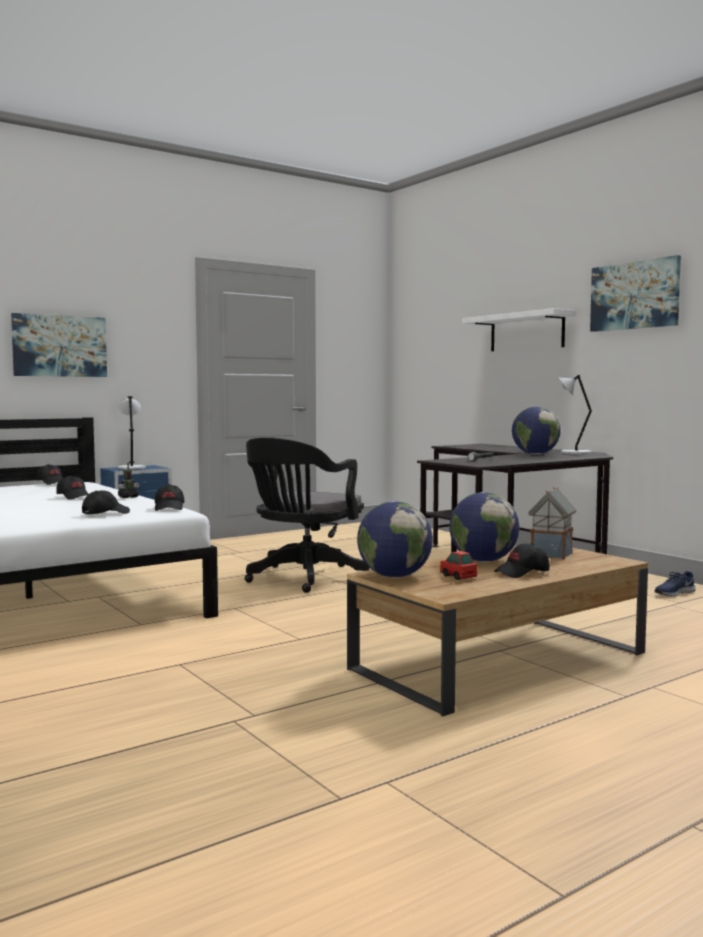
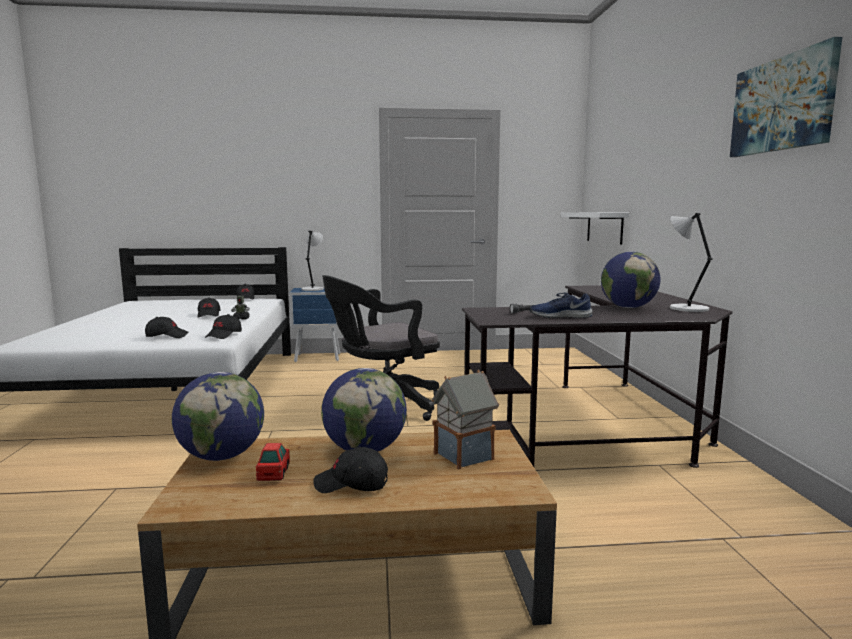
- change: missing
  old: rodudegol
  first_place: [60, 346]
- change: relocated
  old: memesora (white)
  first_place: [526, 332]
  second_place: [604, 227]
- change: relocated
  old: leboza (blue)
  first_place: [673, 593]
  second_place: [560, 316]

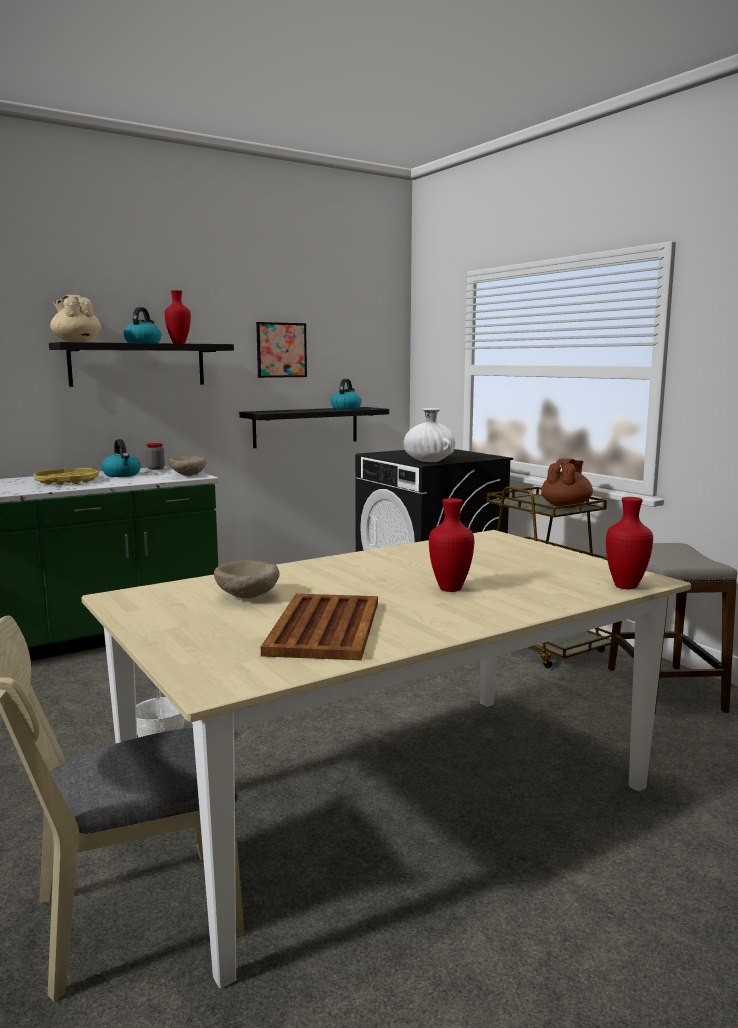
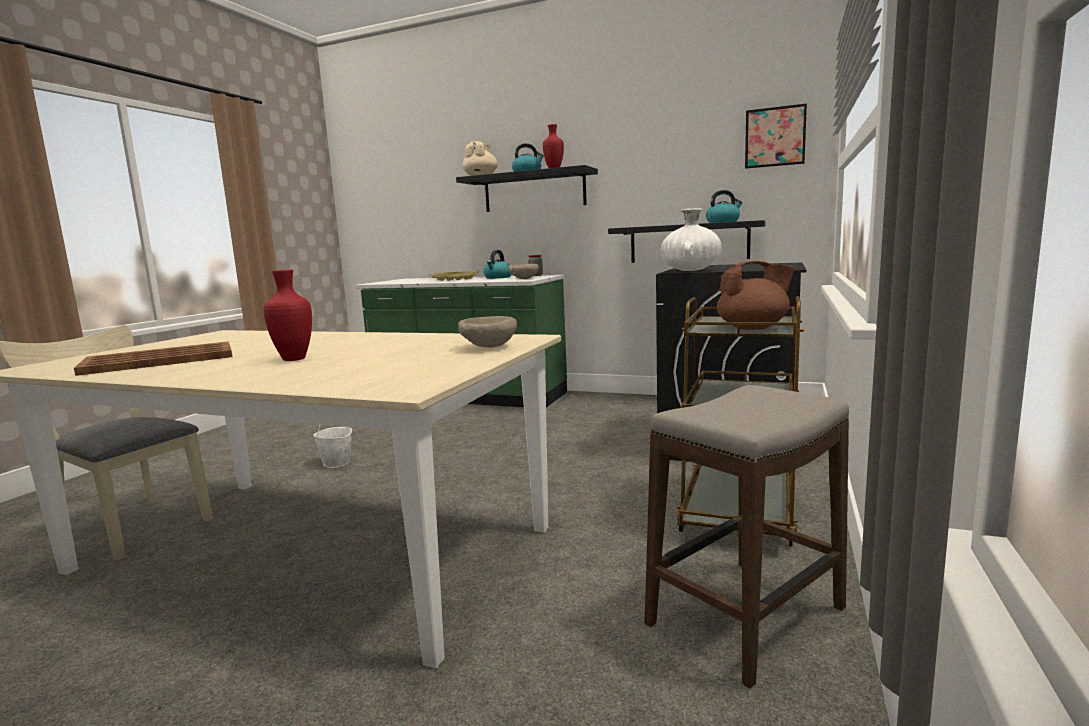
- change: missing
  old: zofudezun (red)
  first_place: [626, 587]
- change: relocated
  old: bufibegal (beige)
  first_place: [247, 597]
  second_place: [488, 347]
- change: relocated
  old: rodudegol
  first_place: [281, 350]
  second_place: [775, 137]

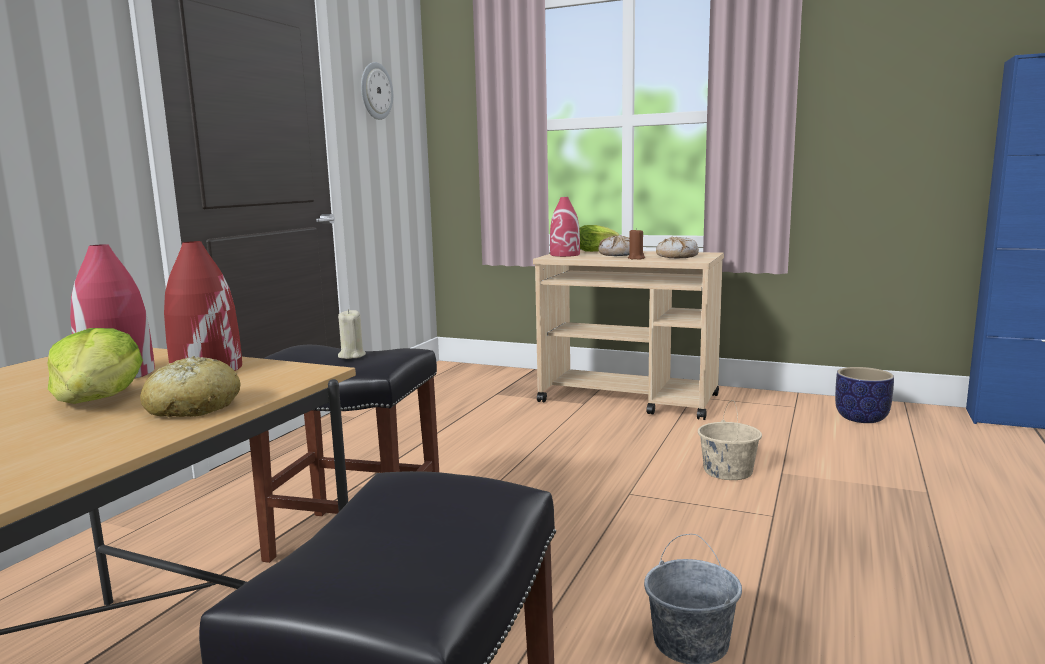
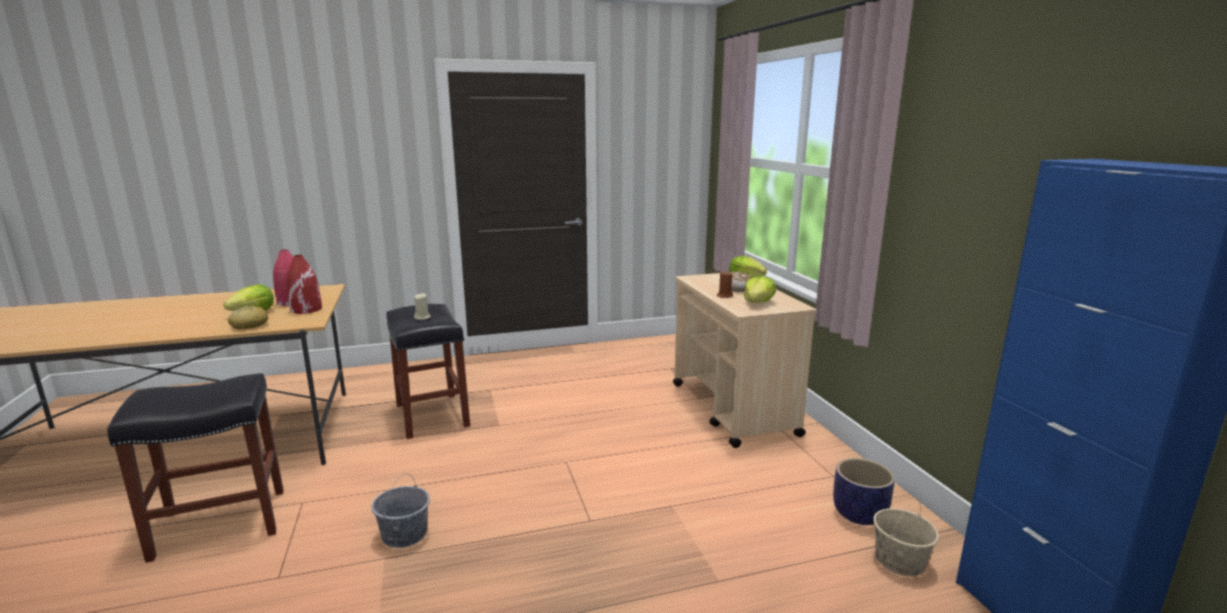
- change: missing
  old: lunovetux
  first_place: [375, 91]
- change: missing
  old: zofudezun (red)
  first_place: [565, 255]
- change: relocated
  old: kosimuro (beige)
  first_place: [727, 471]
  second_place: [900, 560]
- change: exchanged
  old: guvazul
  new: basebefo
  first_place: [677, 256]
  second_place: [758, 303]

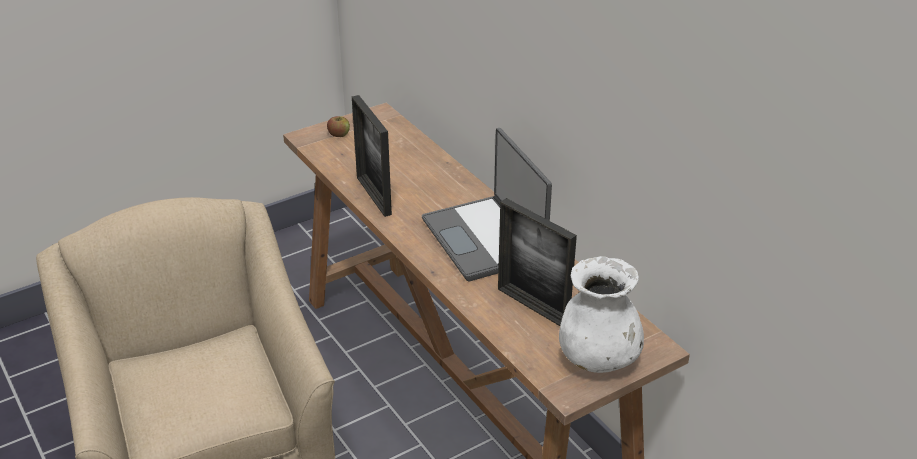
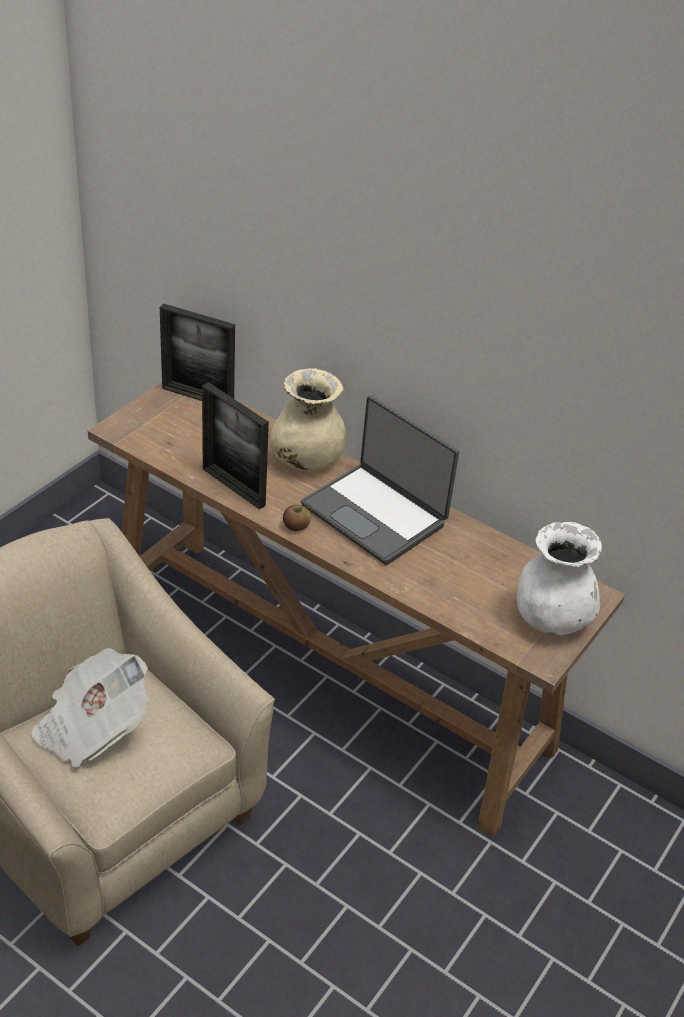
- change: appeared
  new: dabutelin
  second_place: [92, 726]
- change: appeared
  new: zofudezun (beige)
  second_place: [306, 460]
- change: relocated
  old: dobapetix
  first_place: [339, 134]
  second_place: [296, 526]
- change: relocated
  old: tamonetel
  first_place: [532, 306]
  second_place: [198, 397]

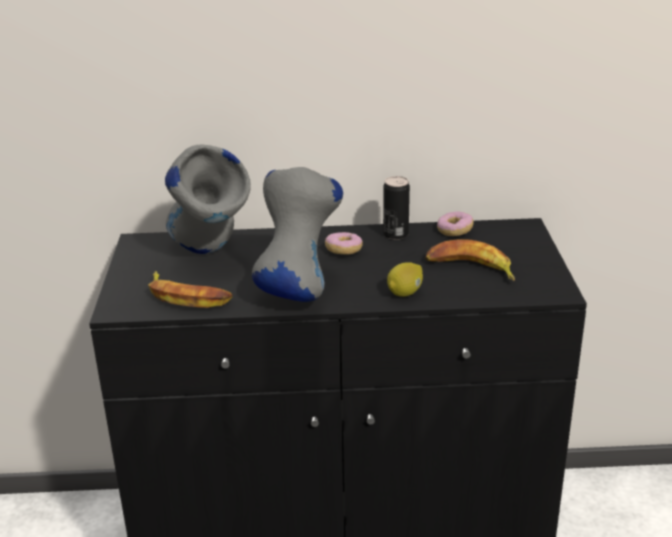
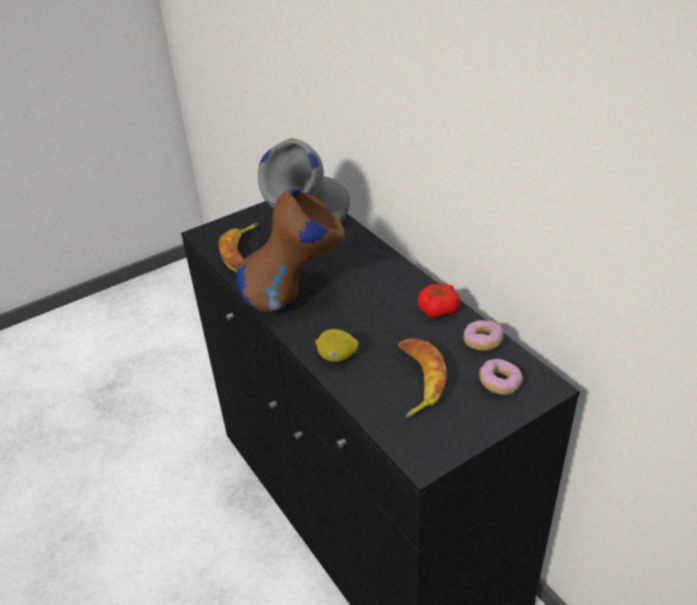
- change: relocated
  old: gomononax
  first_place: [343, 251]
  second_place: [500, 383]
- change: exchanged
  old: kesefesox
  new: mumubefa
  first_place: [396, 234]
  second_place: [438, 309]
- change: colour
  old: zofudezun (grey)
  new: zofudezun (brown)
  first_place: [298, 289]
  second_place: [295, 298]

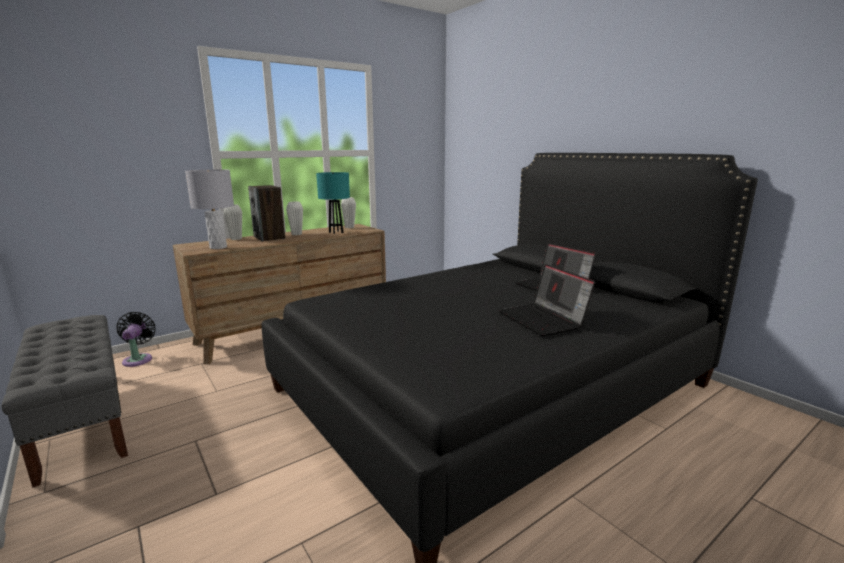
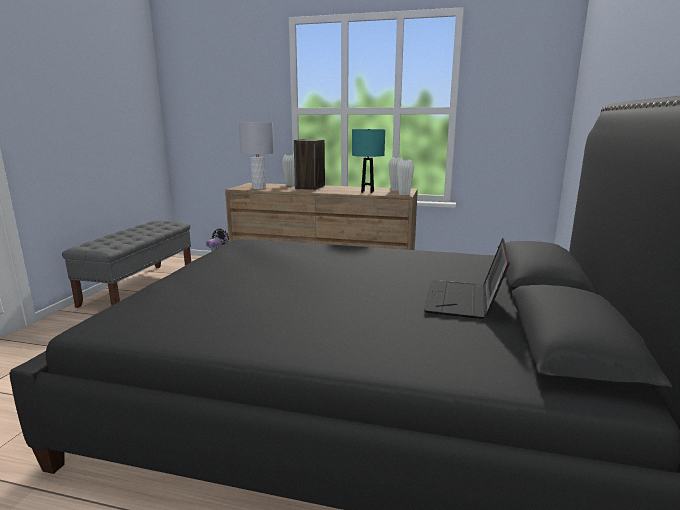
- change: missing
  old: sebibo
  first_place: [543, 320]
- change: relocated
  old: zofudezun (white)
  first_place: [296, 234]
  second_place: [404, 194]

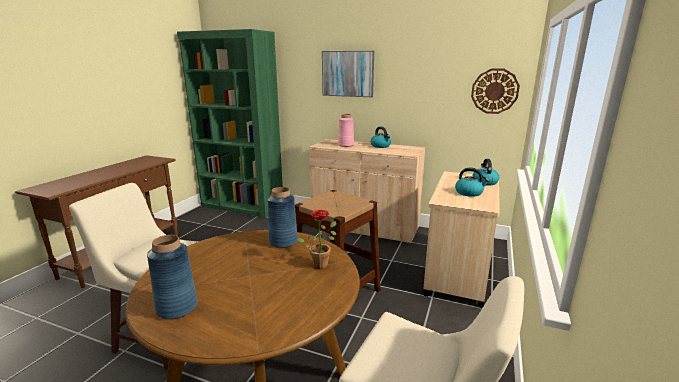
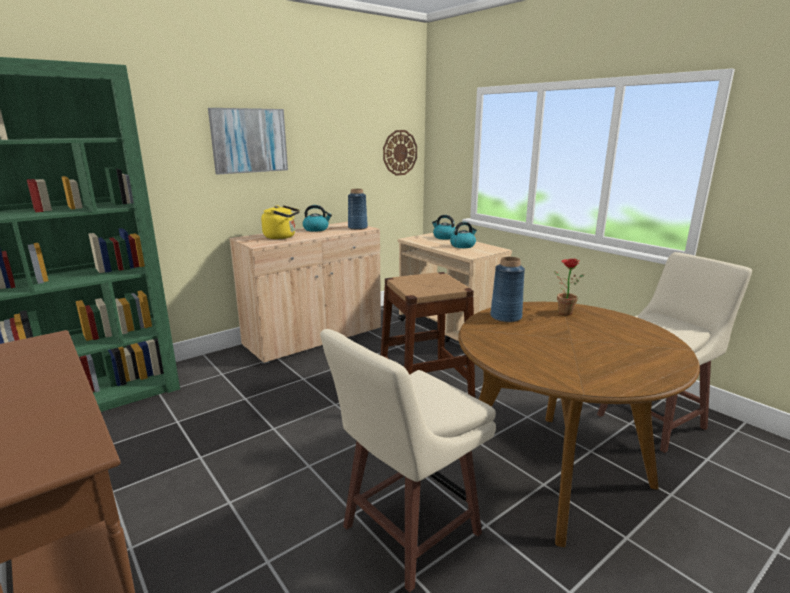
- change: relocated
  old: zofudezun (blue)
  first_place: [177, 307]
  second_place: [357, 228]
- change: exchanged
  old: zofudezun (pink)
  new: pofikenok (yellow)
  first_place: [345, 145]
  second_place: [282, 237]

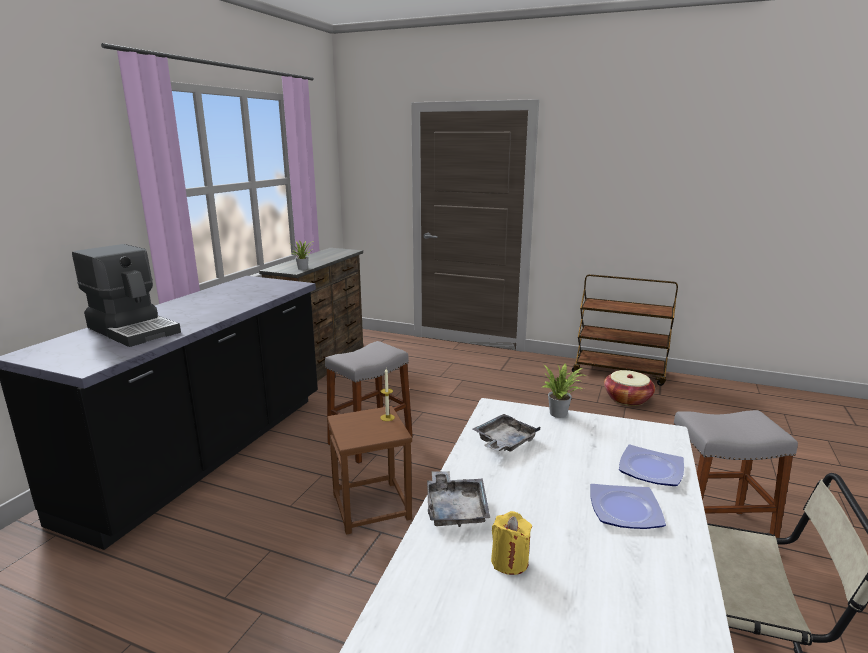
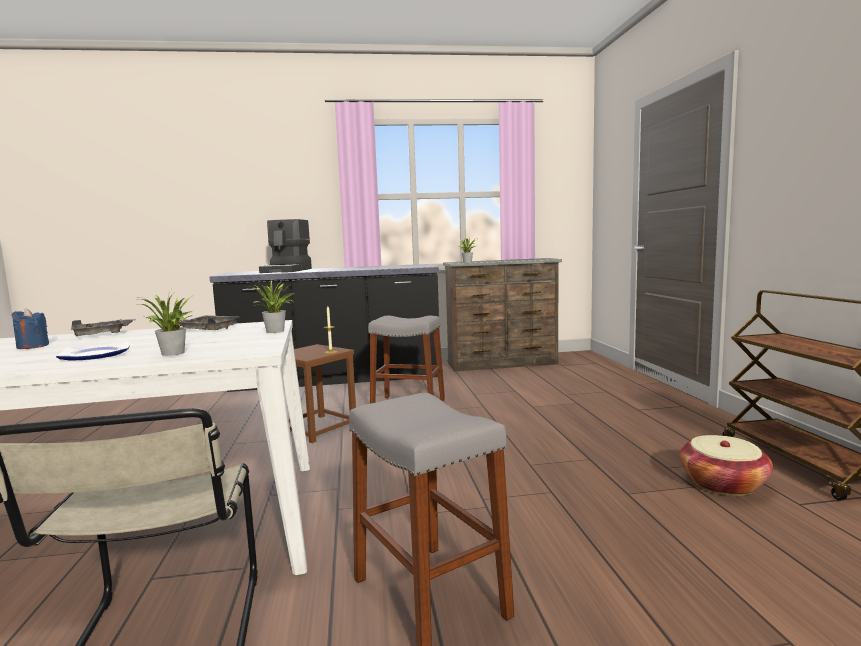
- change: exchanged
  old: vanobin
  new: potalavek
  first_place: [649, 469]
  second_place: [172, 354]
- change: colour
  old: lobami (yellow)
  new: lobami (blue)
  first_place: [509, 561]
  second_place: [32, 346]

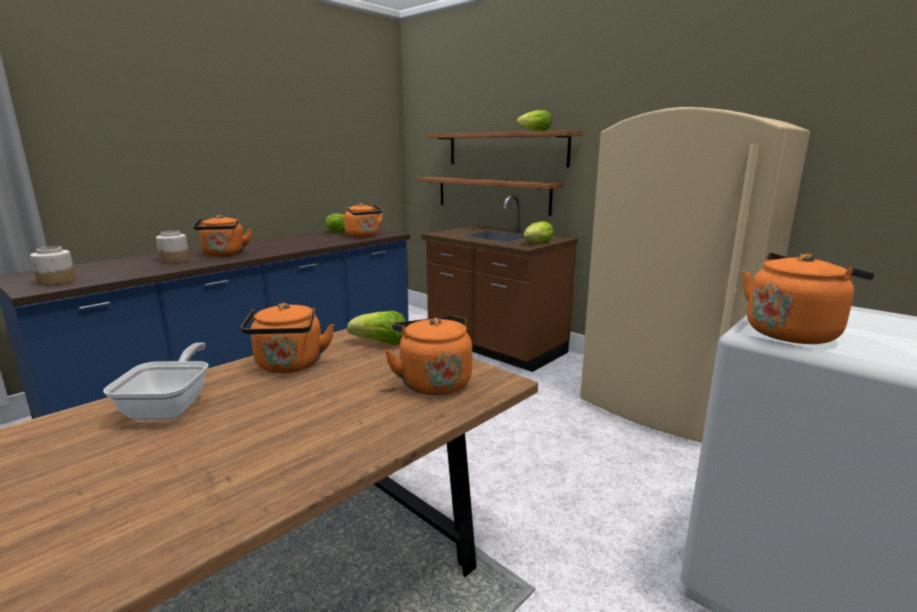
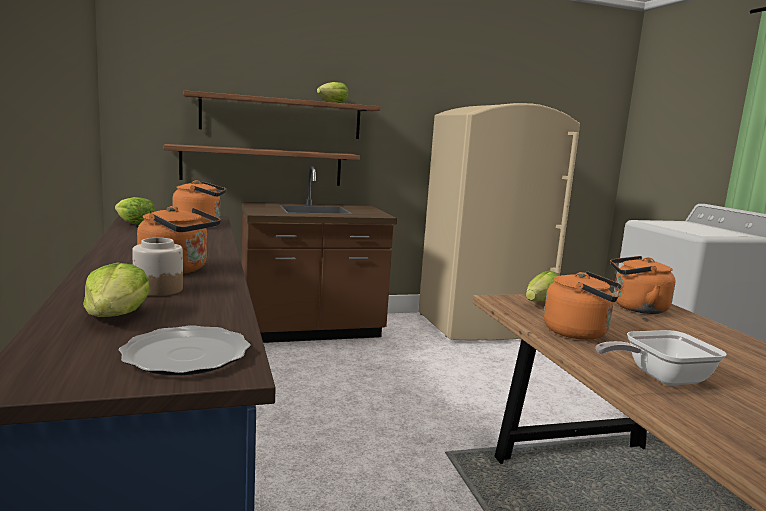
- change: missing
  old: pofikenok (orange)
  first_place: [793, 333]
- change: relocated
  old: basebefo
  first_place: [538, 243]
  second_place: [116, 316]
- change: exchanged
  old: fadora
  new: vanobin
  first_place: [56, 282]
  second_place: [187, 355]
- change: spun
  old: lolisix
  first_place: [171, 406]
  second_place: [659, 378]
  degrees: -45

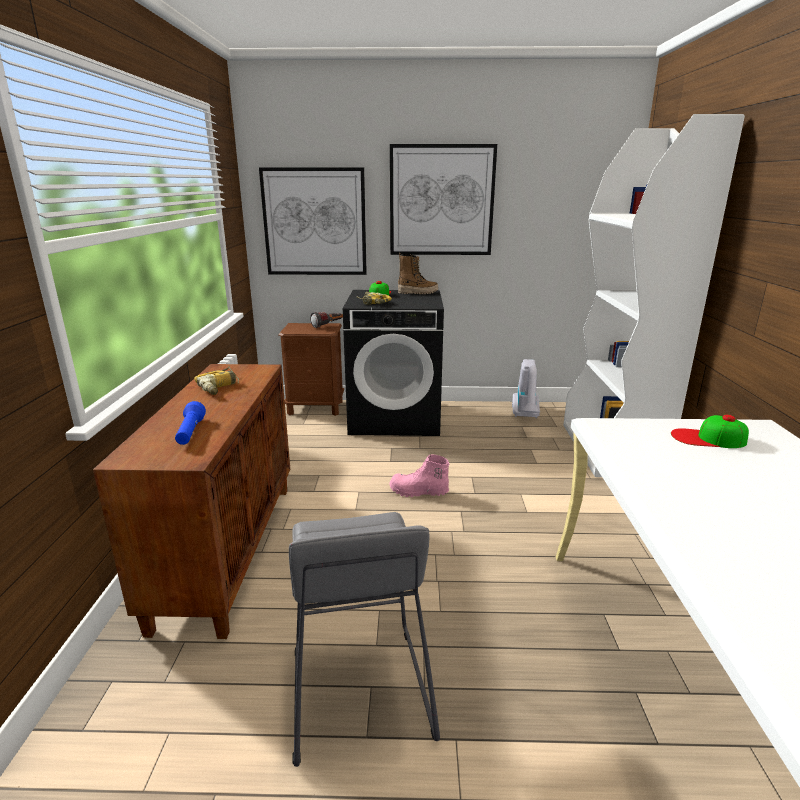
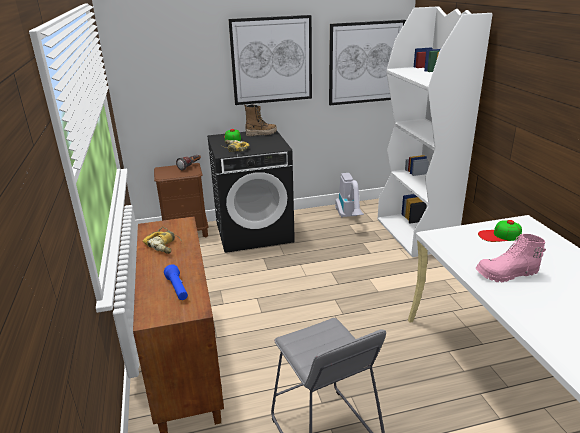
- change: relocated
  old: rodudegol
  first_place: [314, 222]
  second_place: [366, 63]
- change: relocated
  old: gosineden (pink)
  first_place: [418, 492]
  second_place: [507, 274]

